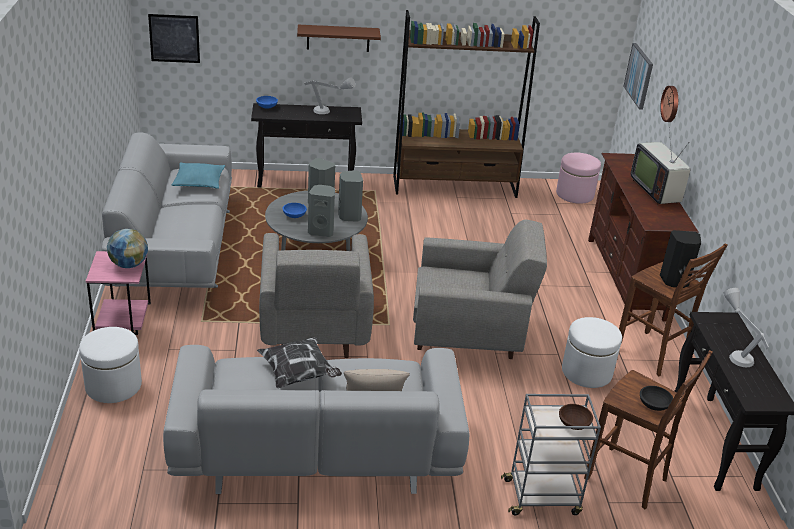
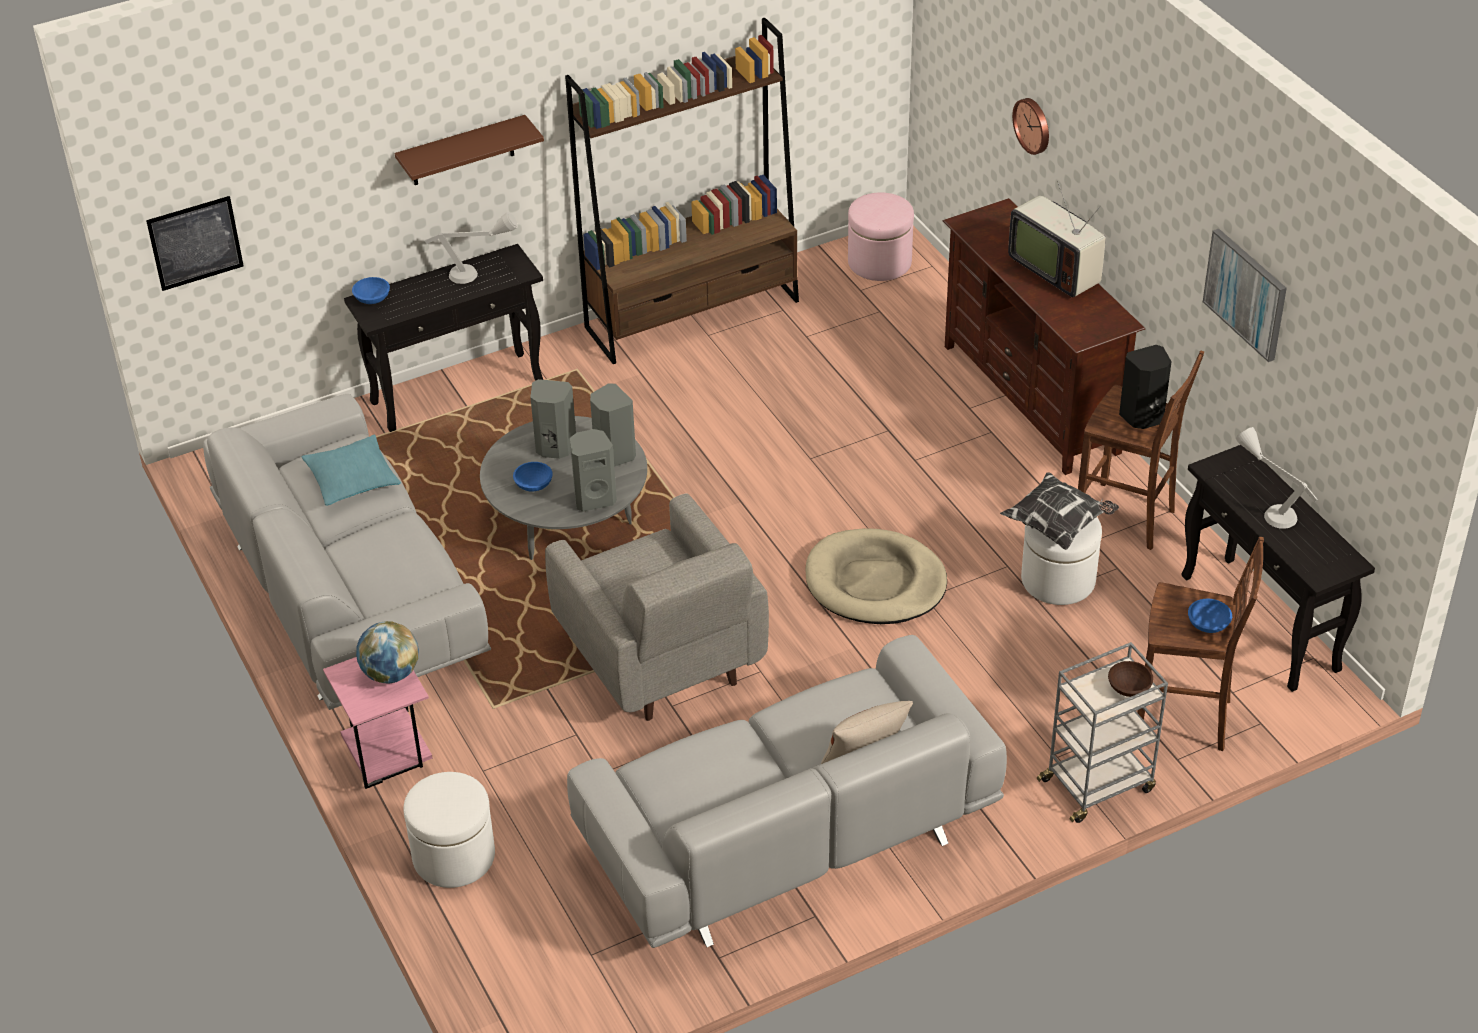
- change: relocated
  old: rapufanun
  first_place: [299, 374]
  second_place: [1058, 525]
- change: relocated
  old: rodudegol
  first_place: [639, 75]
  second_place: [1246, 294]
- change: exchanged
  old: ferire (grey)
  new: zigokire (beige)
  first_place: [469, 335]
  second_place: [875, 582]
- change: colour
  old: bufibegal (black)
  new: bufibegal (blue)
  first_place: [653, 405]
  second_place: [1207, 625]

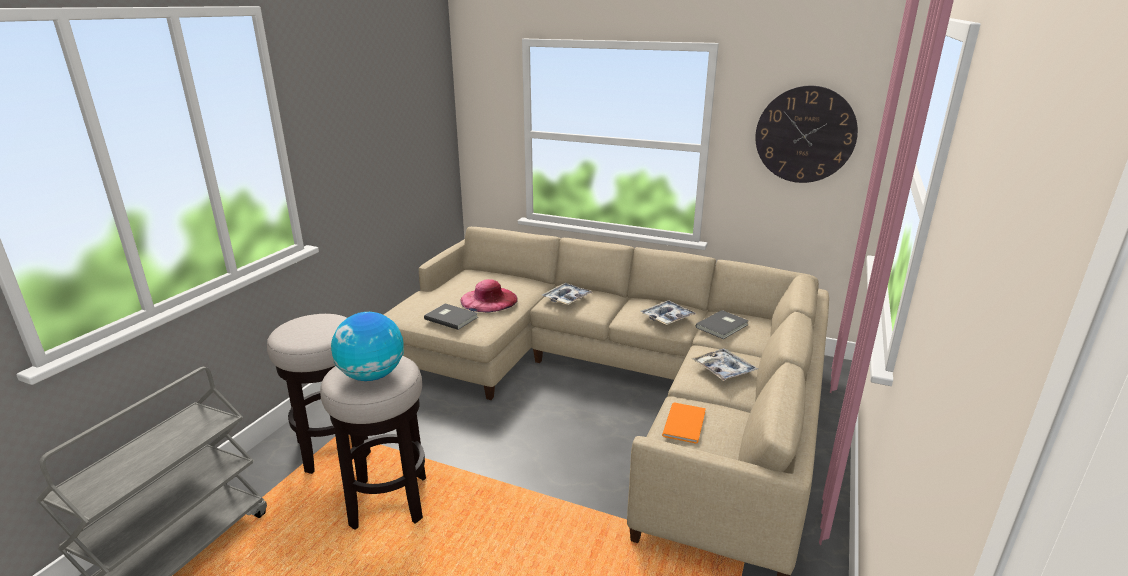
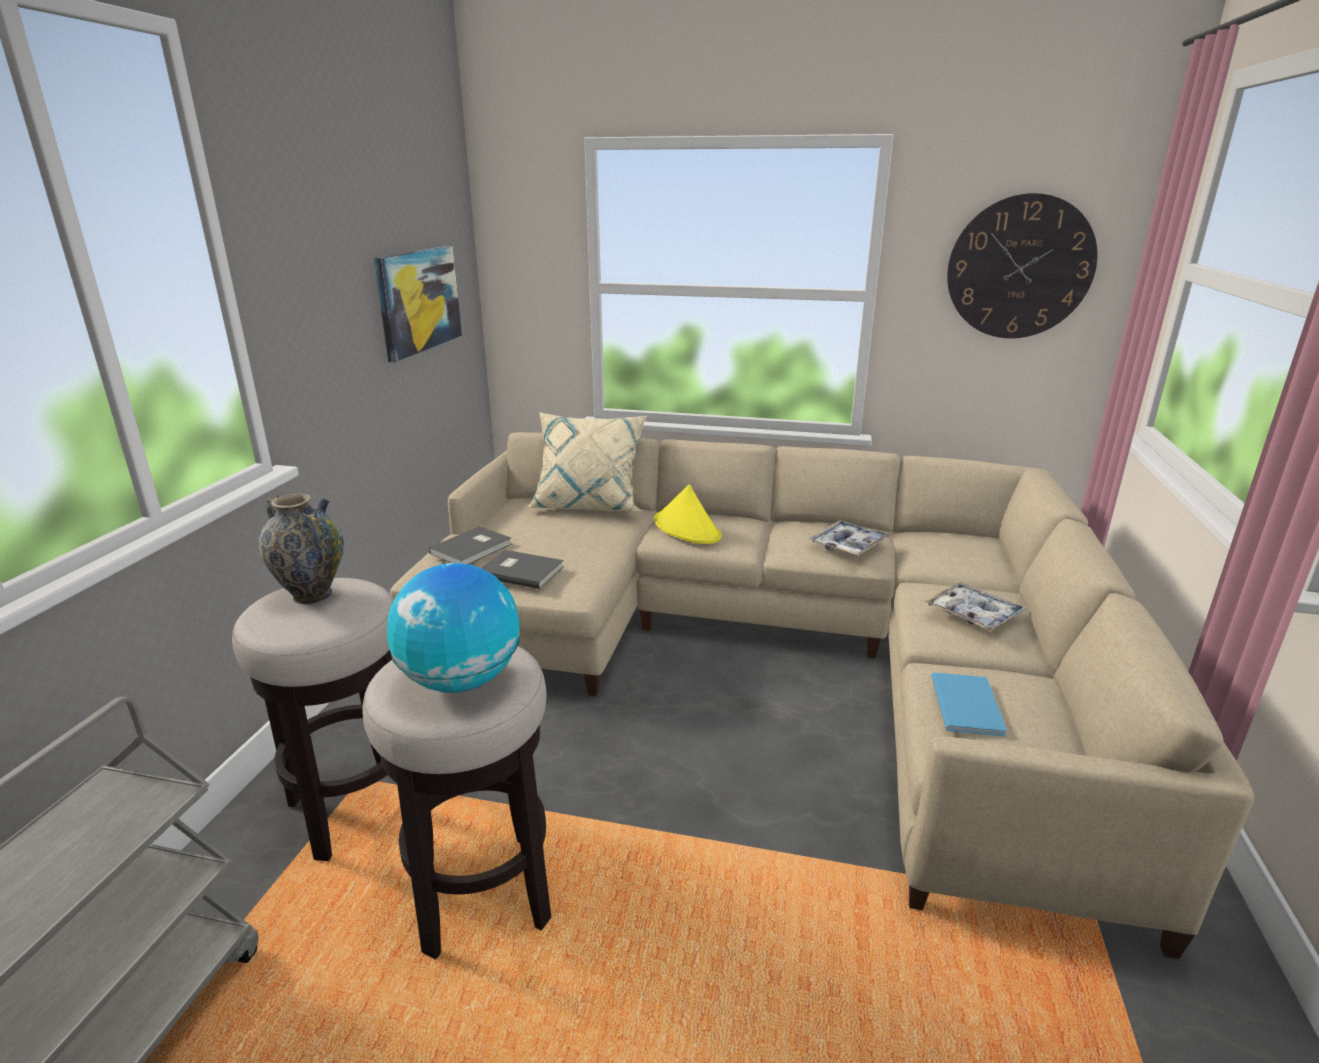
- change: missing
  old: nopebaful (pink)
  first_place: [489, 299]
- change: appeared
  new: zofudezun
  second_place: [312, 595]
- change: appeared
  new: rodudegol
  second_place: [418, 300]
- change: appeared
  new: rapufanun (beige)
  second_place: [589, 504]
- change: relocated
  old: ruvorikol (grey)
  first_place: [723, 326]
  second_place: [473, 549]
- change: exchanged
  old: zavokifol
  new: nopebaful (yellow)
  first_place: [566, 298]
  second_place: [687, 529]
- change: colour
  old: ruvorikol (orange)
  new: ruvorikol (blue)
  first_place: [686, 423]
  second_place: [968, 704]

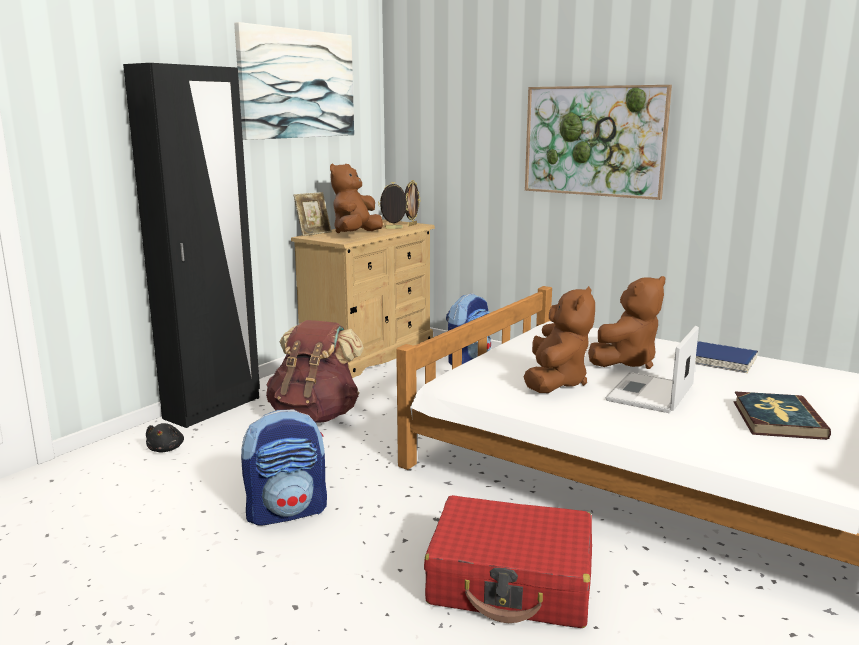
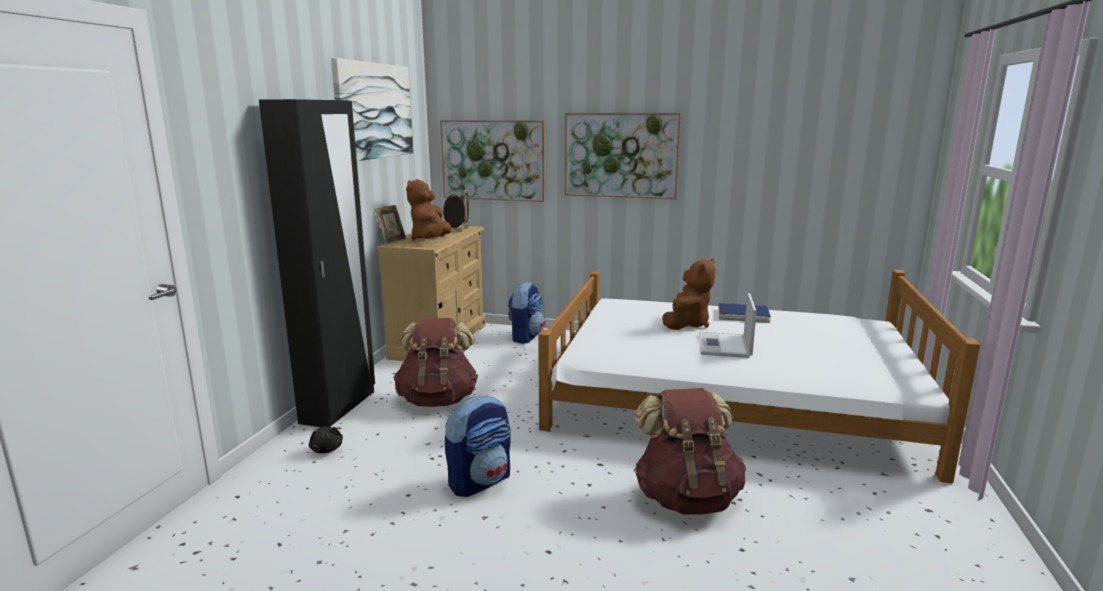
- change: missing
  old: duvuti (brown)
  first_place: [555, 382]
- change: missing
  old: ruvorikol
  first_place: [777, 419]
- change: appeared
  new: rodudegol
  second_place: [493, 160]
- change: exchanged
  old: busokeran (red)
  new: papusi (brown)
  first_place: [511, 581]
  second_place: [686, 498]

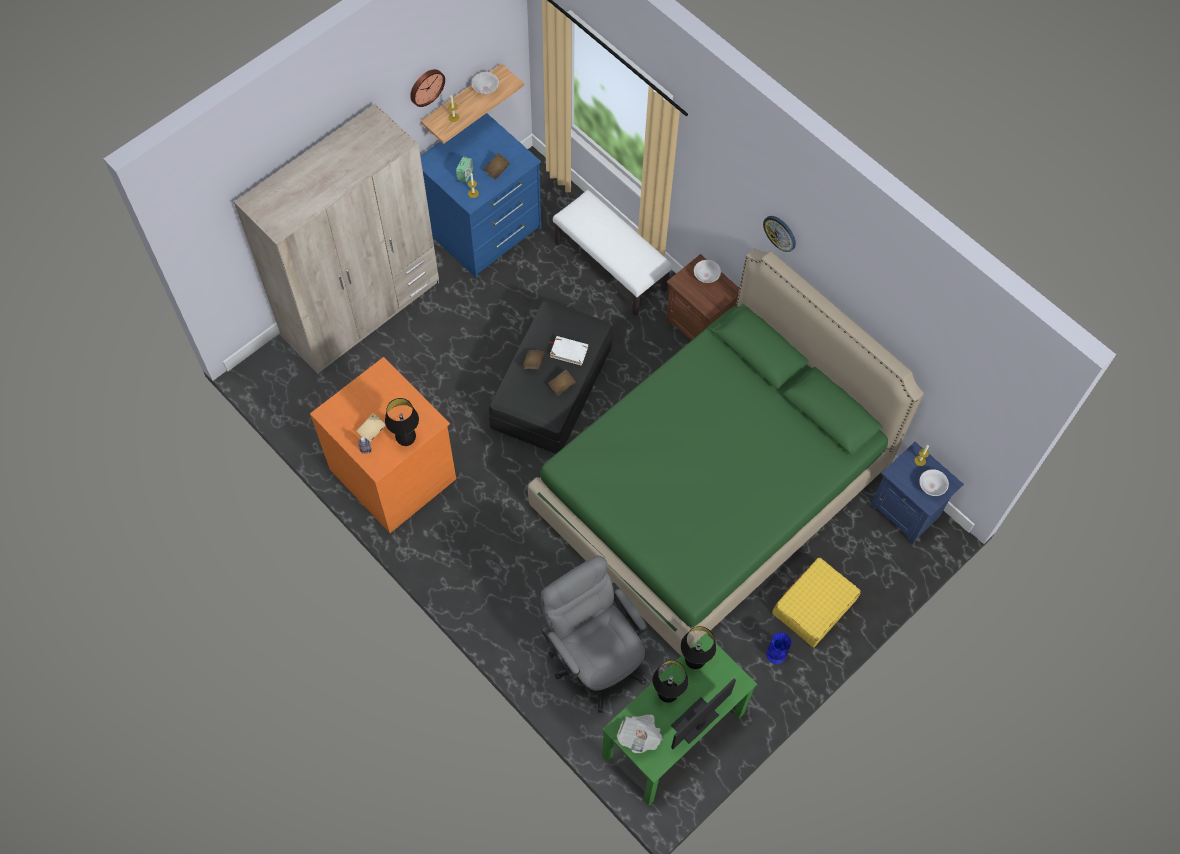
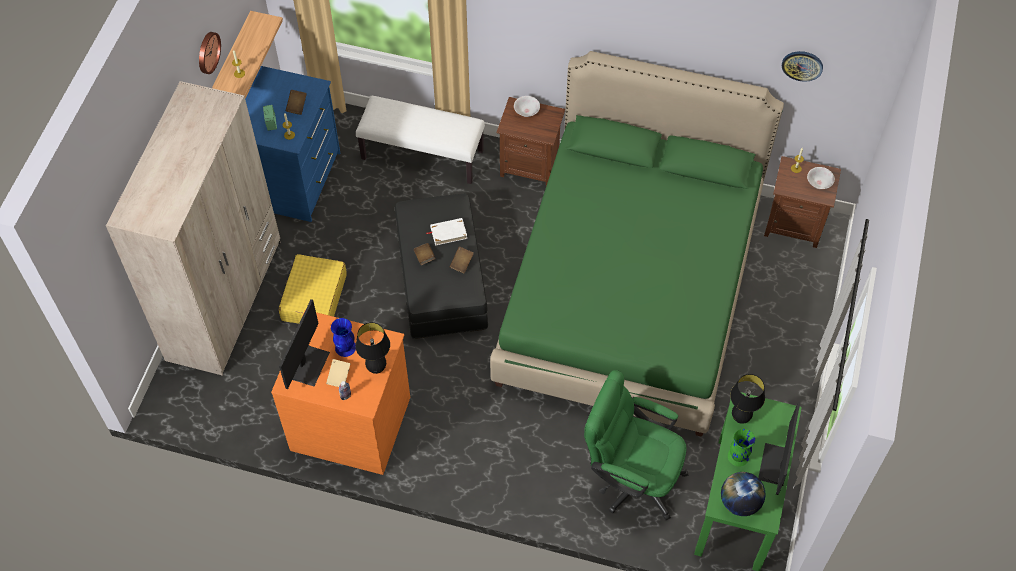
- change: missing
  old: bufibegal (white)
  first_place: [485, 89]
- change: appeared
  new: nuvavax
  second_place: [309, 365]
- change: relocated
  old: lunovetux
  first_place: [780, 233]
  second_place: [802, 65]
- change: relocated
  old: zofudezun (blue)
  first_place: [776, 654]
  second_place: [345, 348]
- change: relocated
  old: busokeran (yellow)
  first_place: [813, 606]
  second_place: [314, 298]
- change: exchanged
  old: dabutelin
  new: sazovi
  first_place: [640, 735]
  second_place: [739, 502]
- change: exchanged
  old: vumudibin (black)
  new: zofudezun (green)
  first_place: [667, 695]
  second_place: [738, 457]
- change: colour
  old: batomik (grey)
  new: batomik (green)
  first_place: [594, 656]
  second_place: [631, 477]
- change: colour
  old: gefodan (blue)
  new: gefodan (brown)
  first_place: [905, 511]
  second_place: [793, 224]

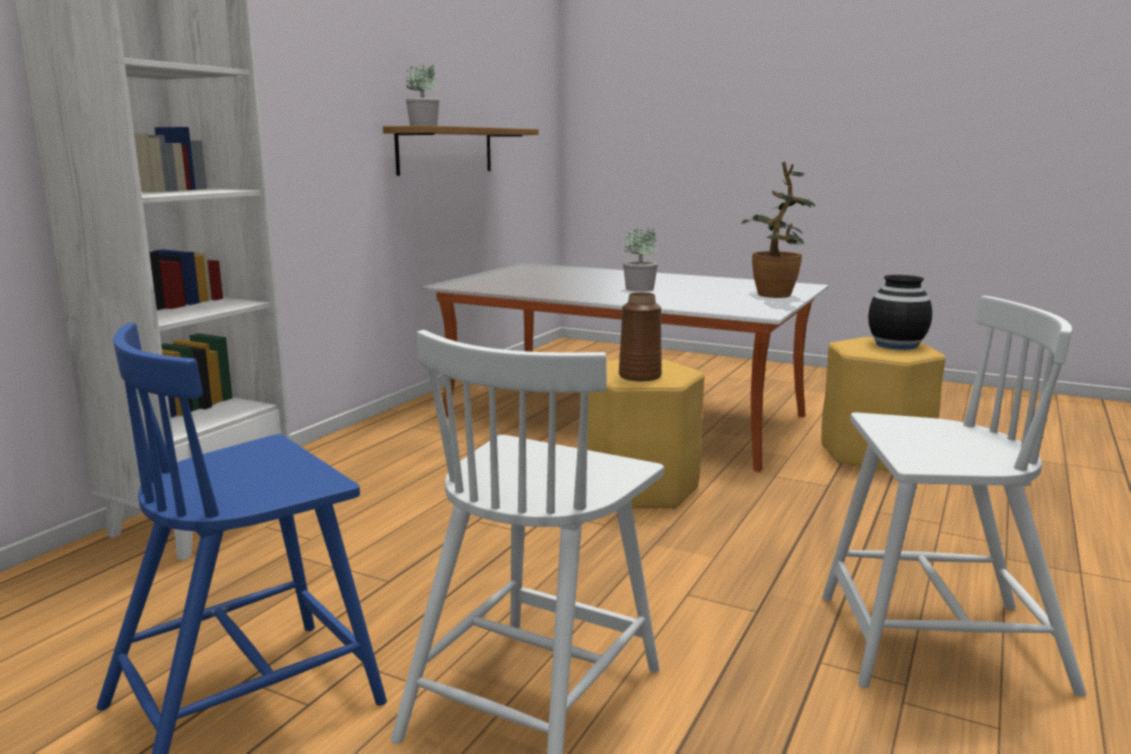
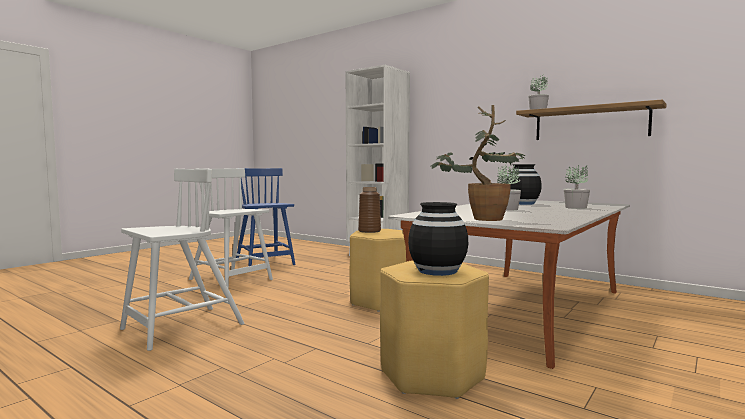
- change: appeared
  new: zofudezun (black)
  second_place: [522, 203]
- change: appeared
  new: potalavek
  second_place: [576, 207]
- change: spun
  old: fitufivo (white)
  first_place: [935, 643]
  second_place: [181, 327]
  degrees: -150

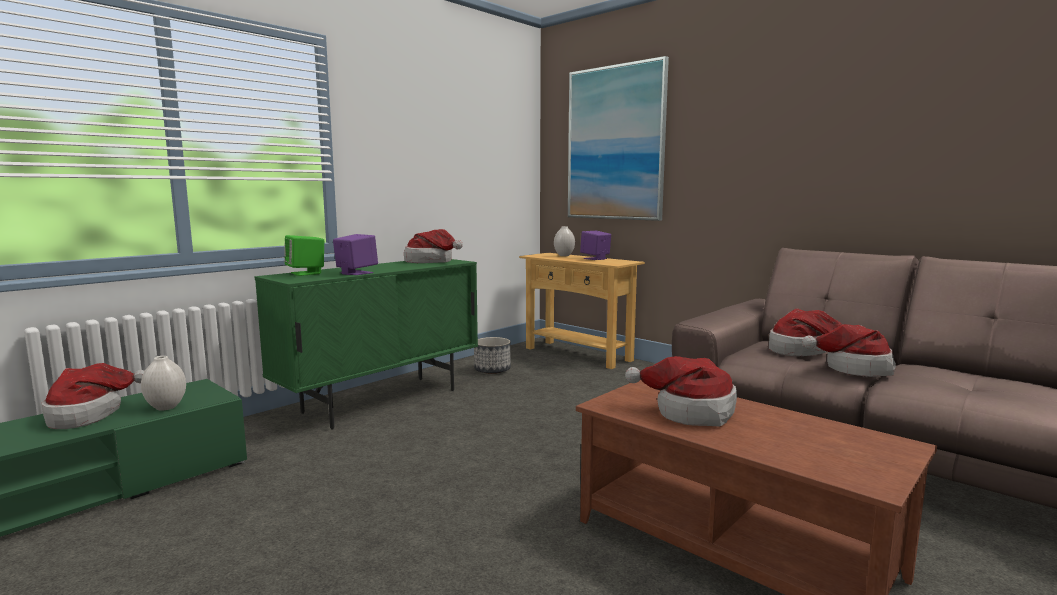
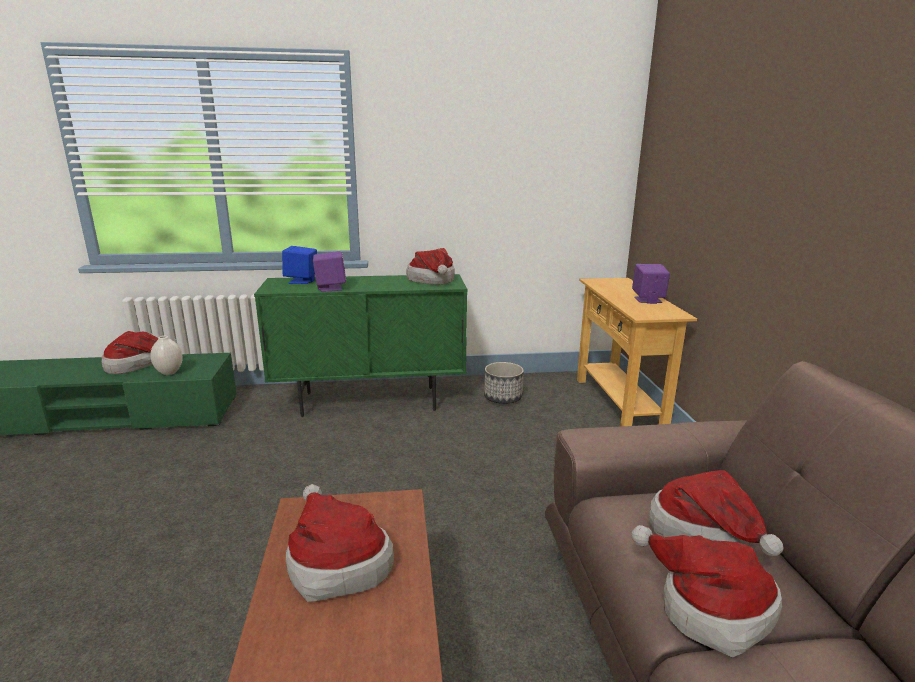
- change: missing
  old: zofudezun (white)
  first_place: [564, 255]
- change: missing
  old: rodudegol
  first_place: [615, 143]
- change: colour
  old: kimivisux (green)
  new: kimivisux (blue)
  first_place: [306, 273]
  second_place: [301, 281]

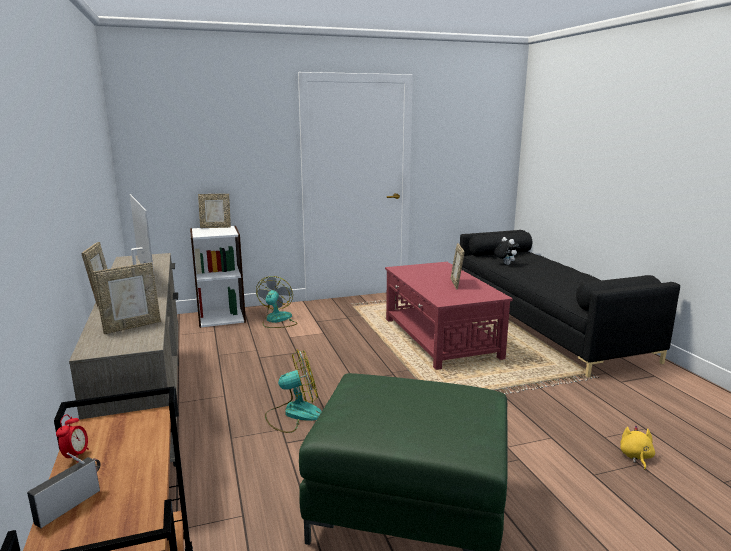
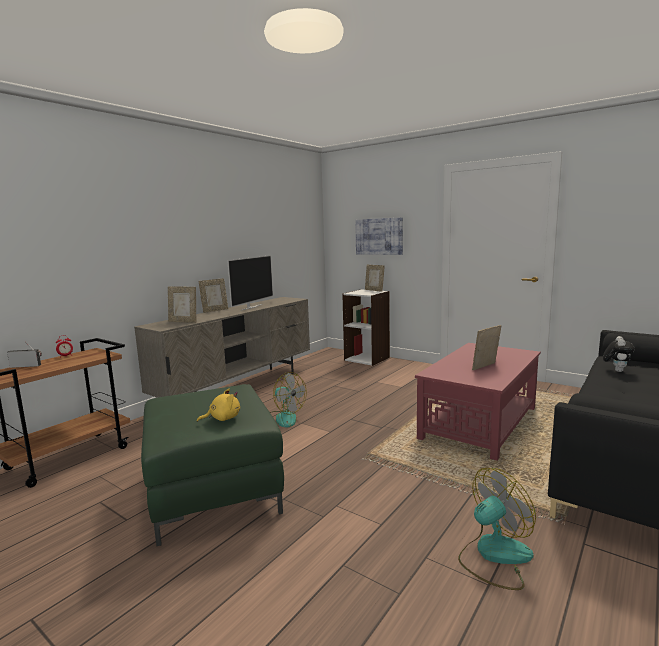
- change: appeared
  new: rodudegol
  second_place: [379, 236]
- change: relocated
  old: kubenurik
  first_place: [277, 320]
  second_place: [494, 556]
- change: relocated
  old: duvuti (yellow)
  first_place: [636, 457]
  second_place: [222, 418]

